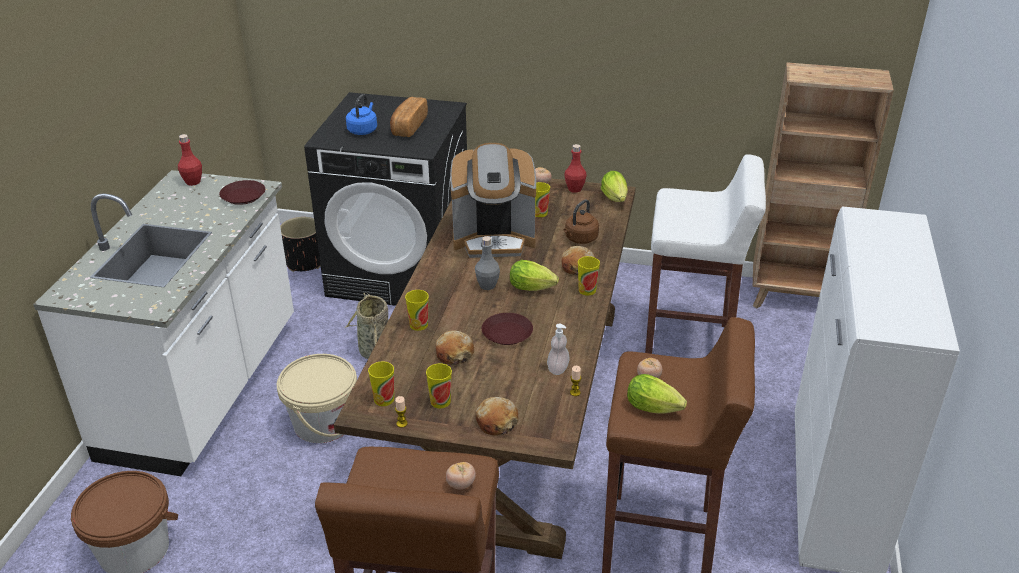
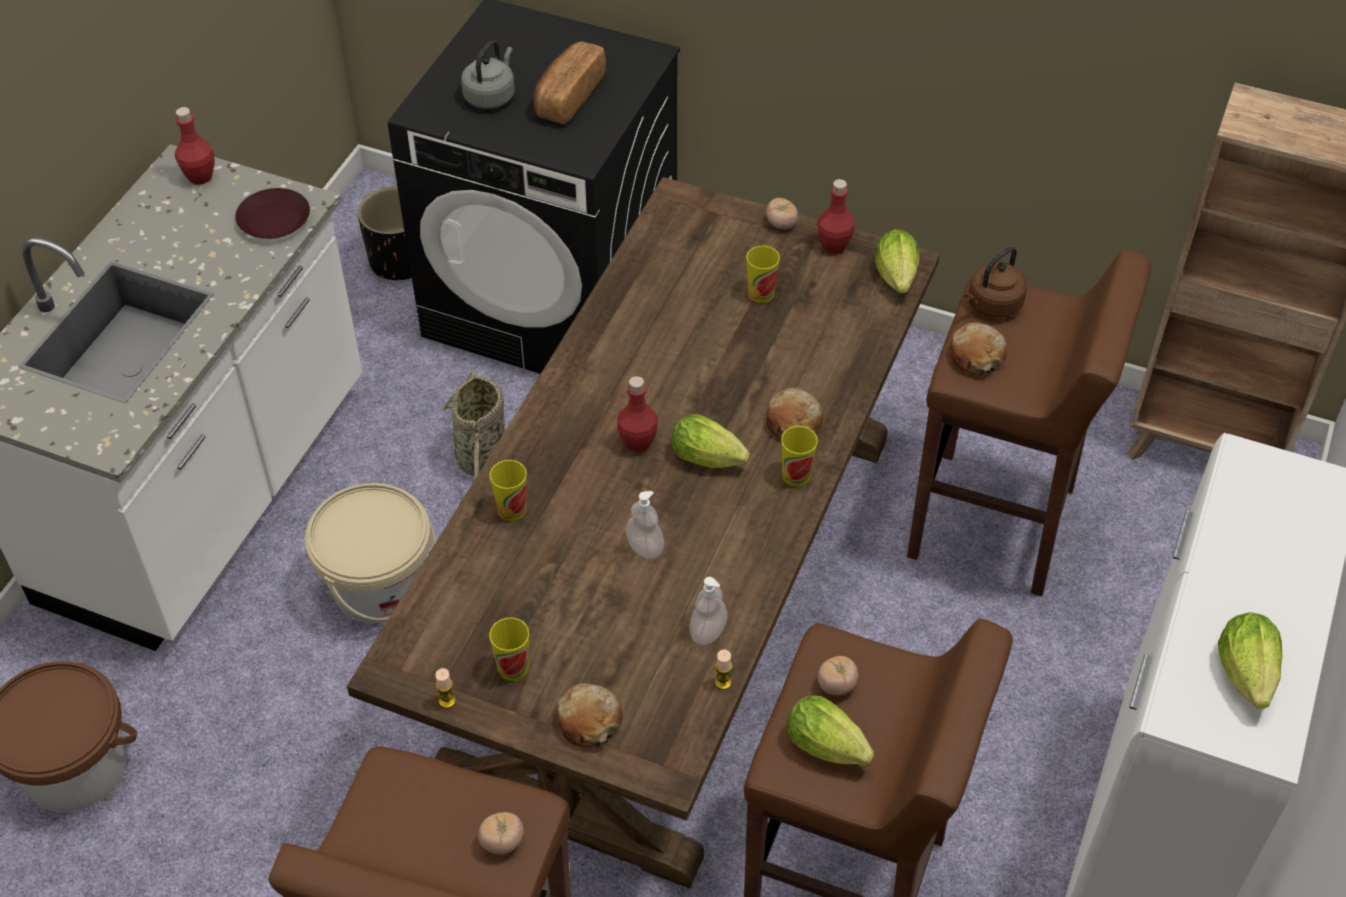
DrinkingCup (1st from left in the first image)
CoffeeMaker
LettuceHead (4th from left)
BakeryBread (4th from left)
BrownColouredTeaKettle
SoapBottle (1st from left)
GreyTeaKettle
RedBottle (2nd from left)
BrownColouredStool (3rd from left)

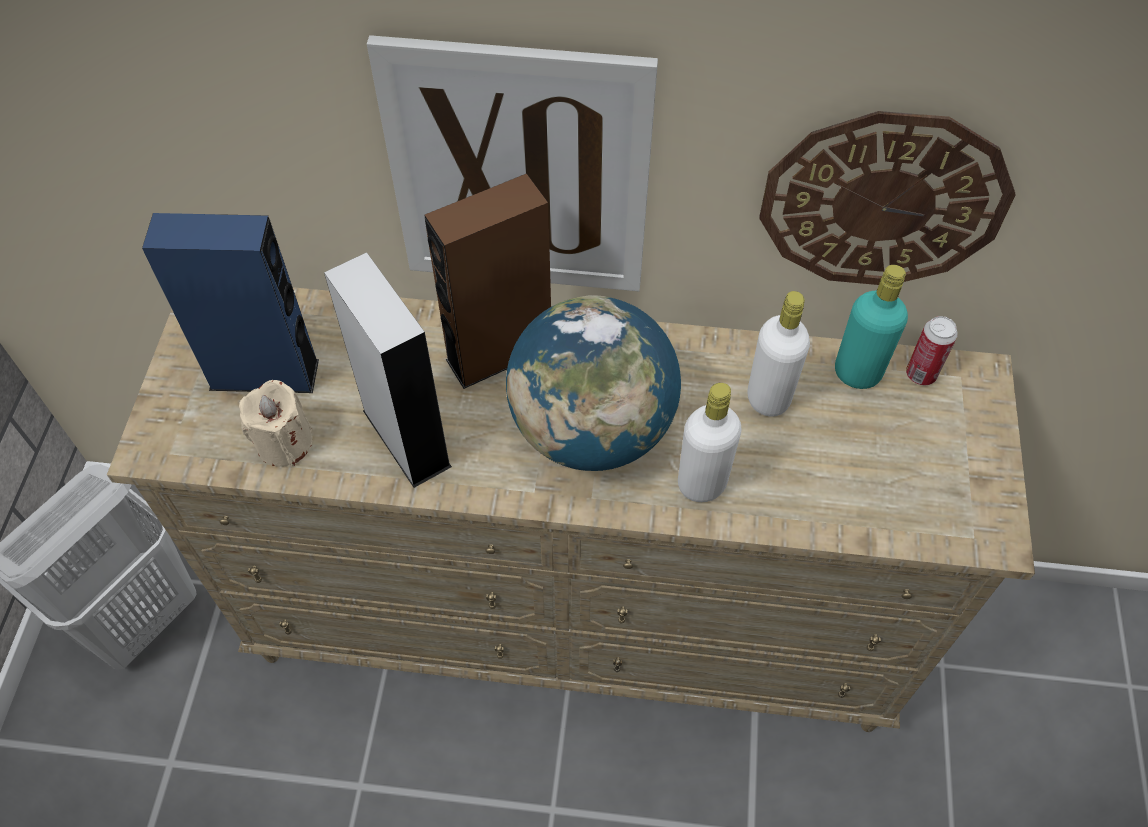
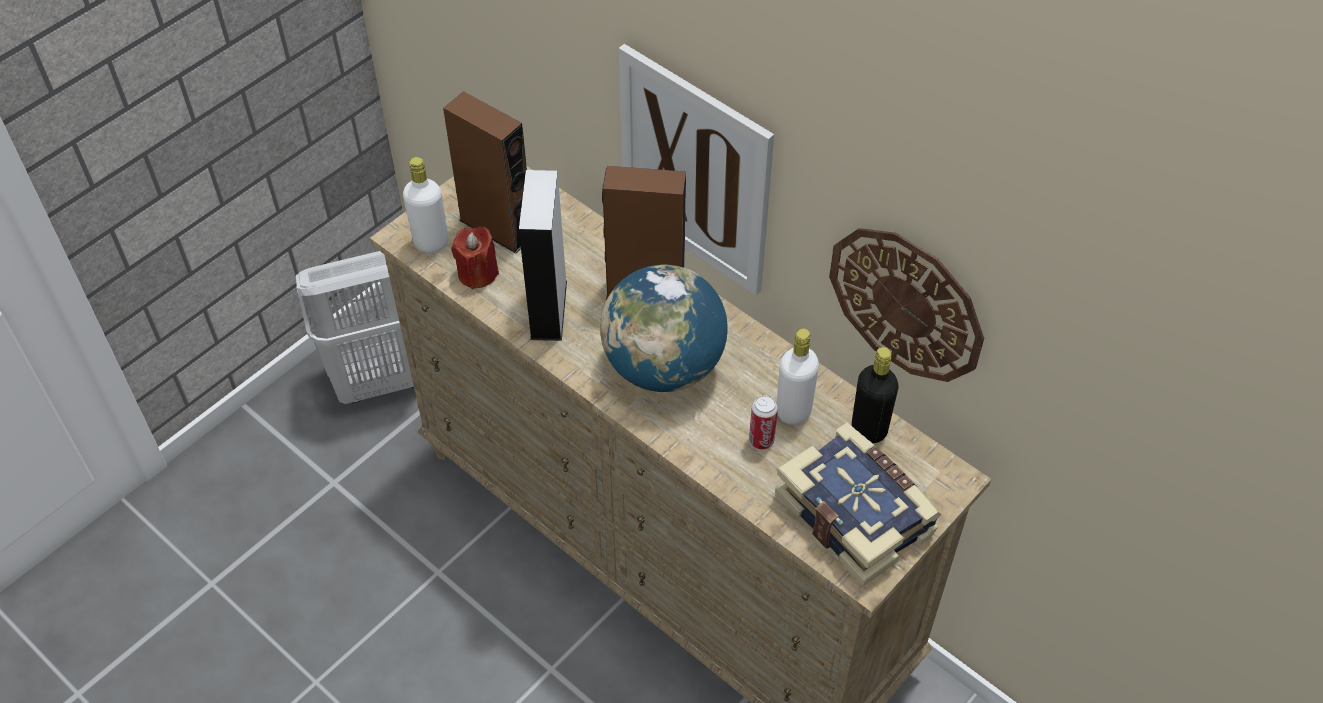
Book
WhitishBottle (1st from left)
MetalCan
BrownColouredSpeaker (1st from left)
RedCandle
BlackishBottle

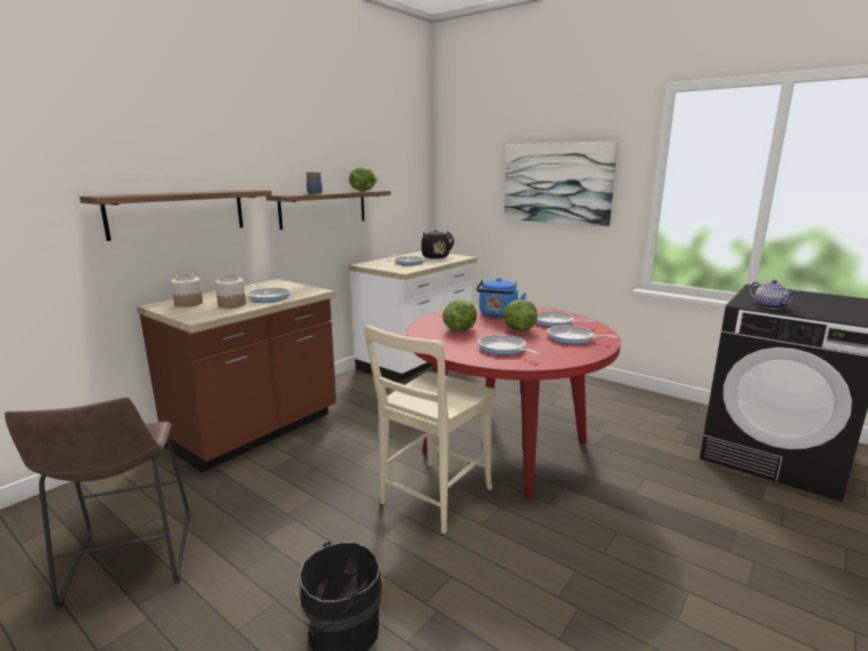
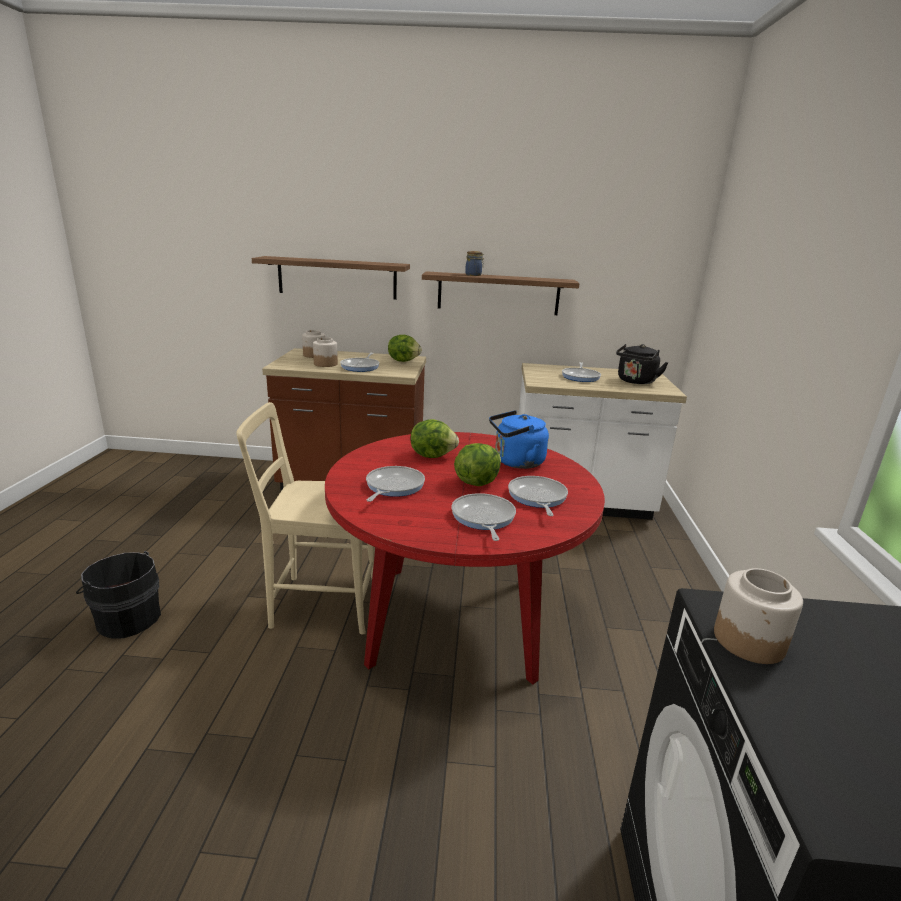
BrownColouredStool
Picture
LettuceHead (1st from left)
PreserveJar (4th from left)

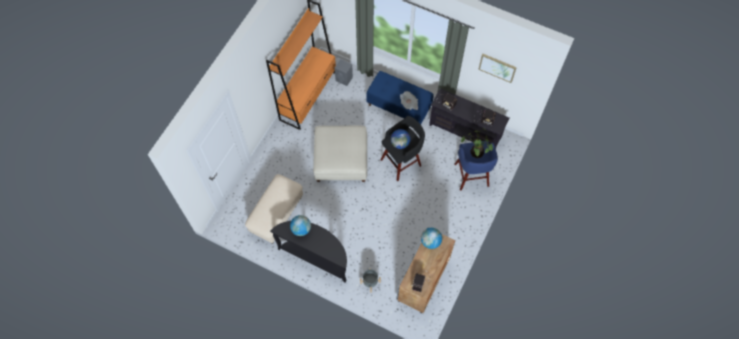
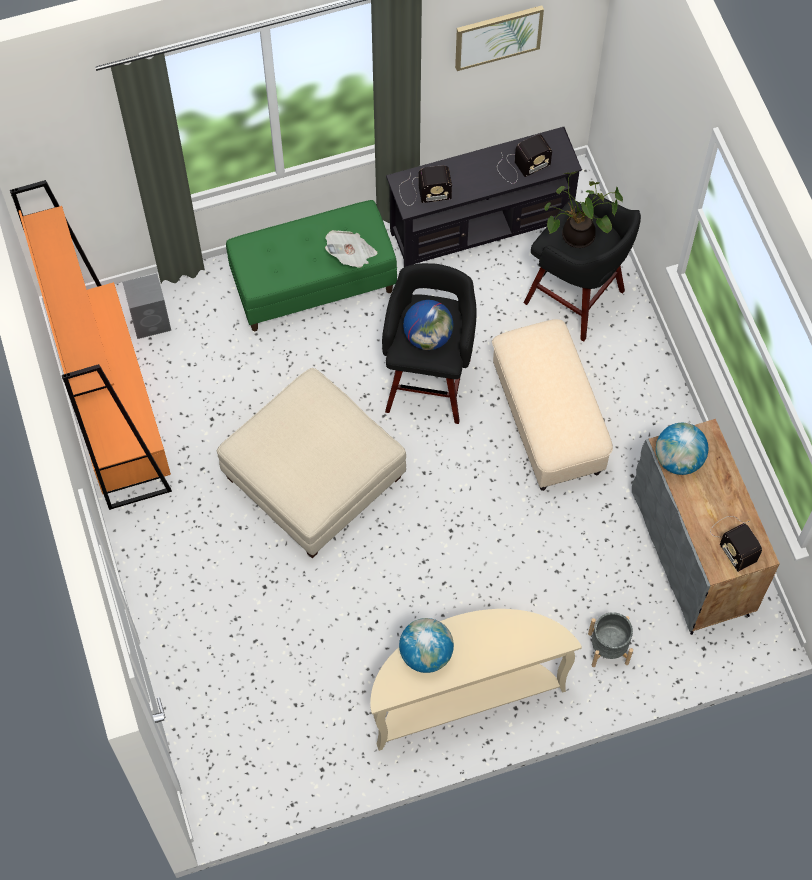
SandColouredFootrest (2nd from left)
SandColouredNarrowTable
GreenColouredLongSeat
BlackishStool (2nd from left)

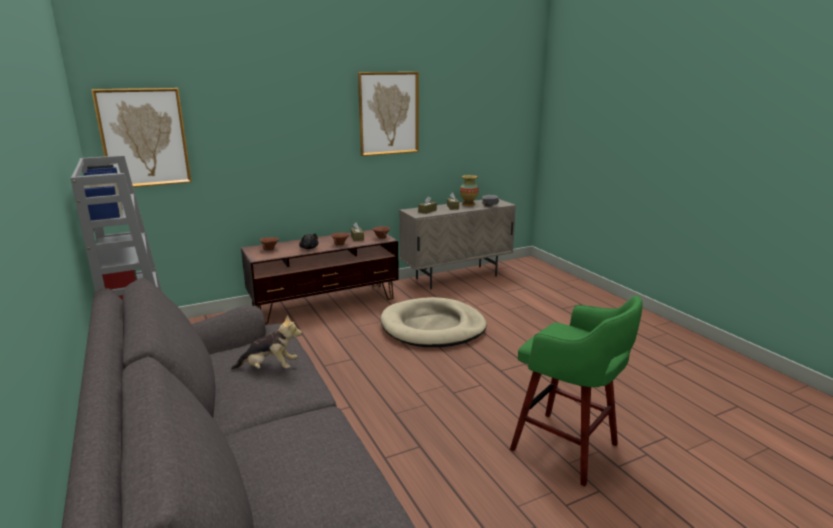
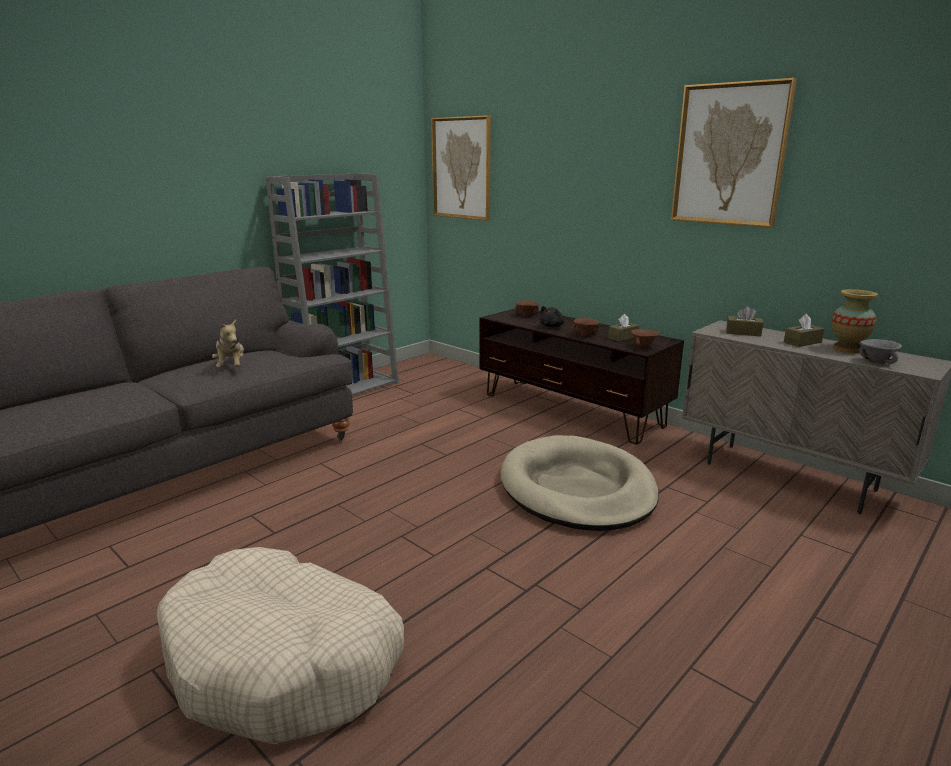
SandColouredDogBed (1st from left)

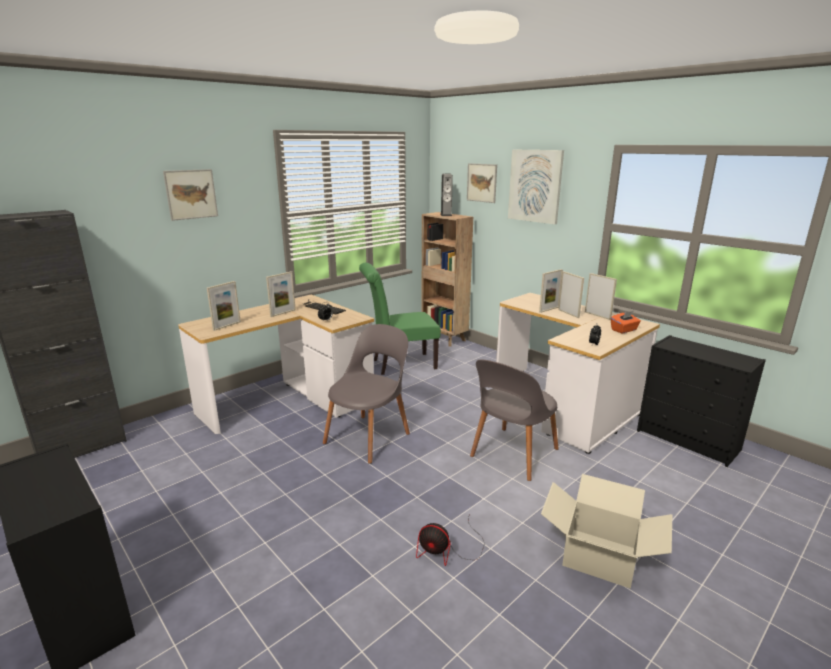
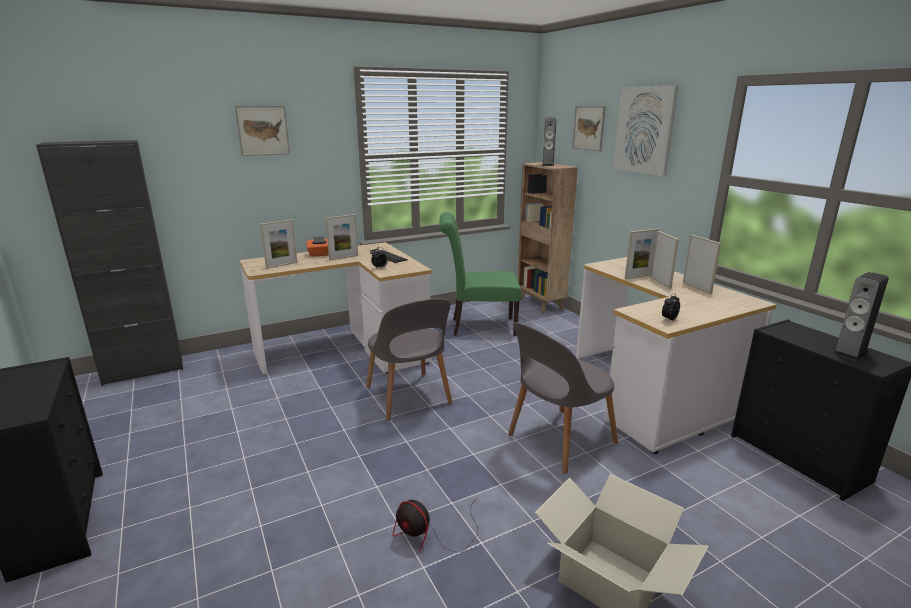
Speaker (2nd from left)
OrangeyBoxOfTissues
GreyChair (1st from left)

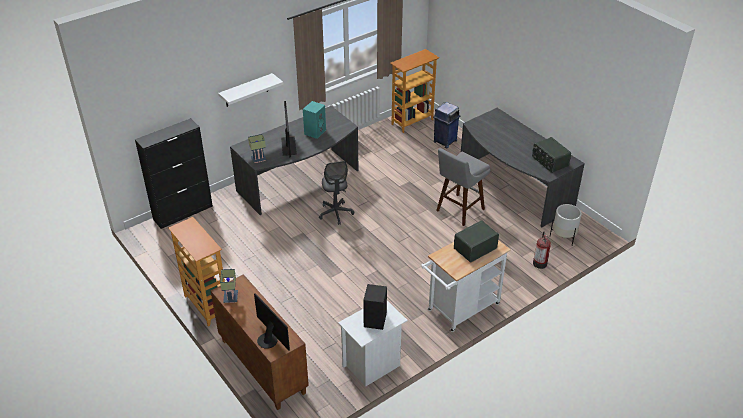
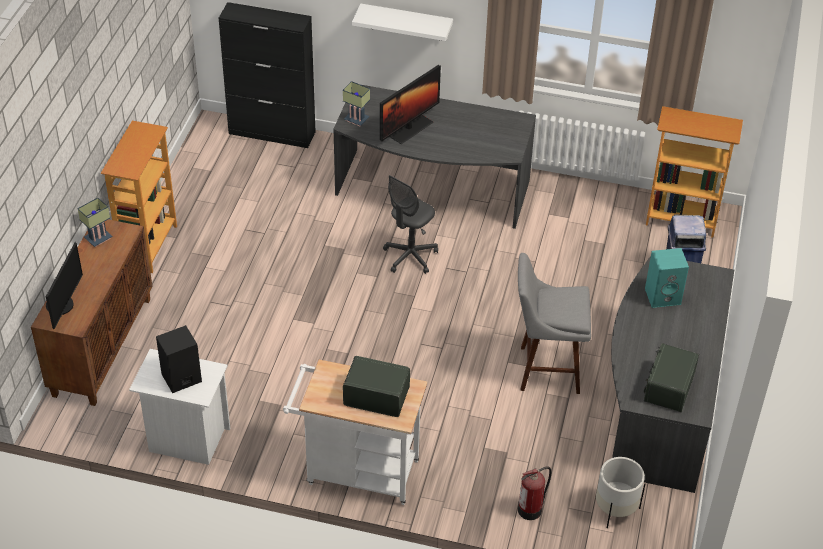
BlueGreenSpeaker

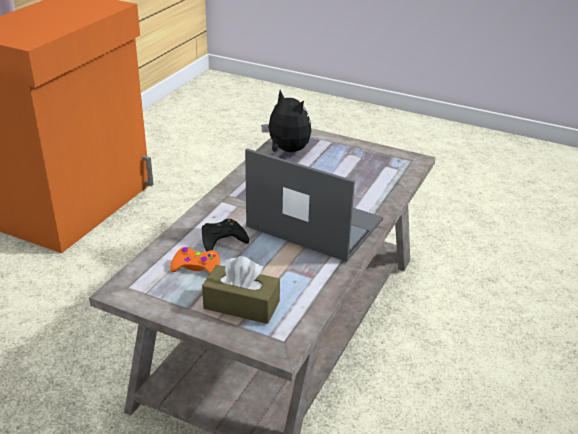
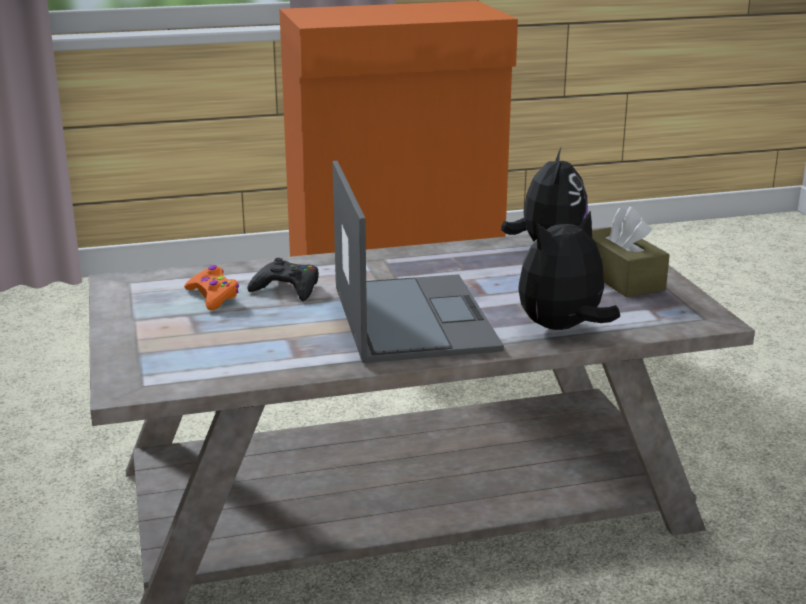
SoftToy (2nd from left)
BrownColouredBoxOfTissues

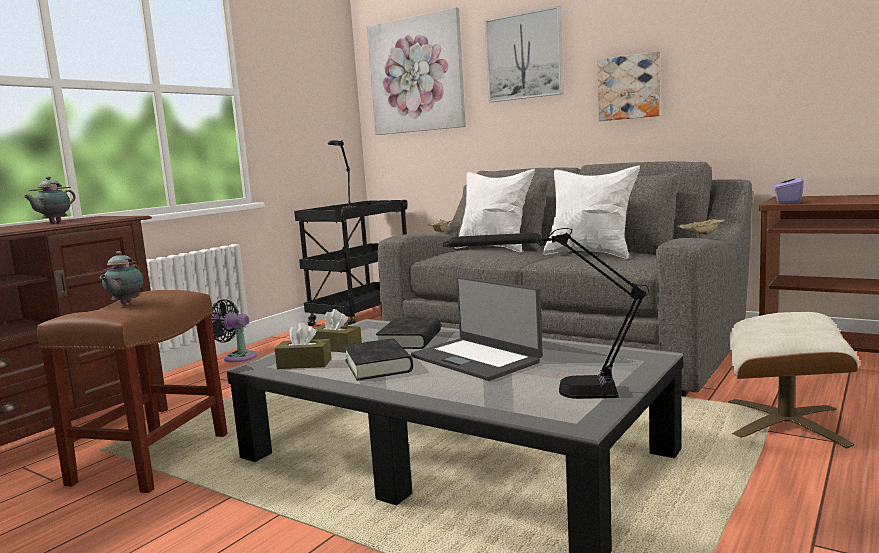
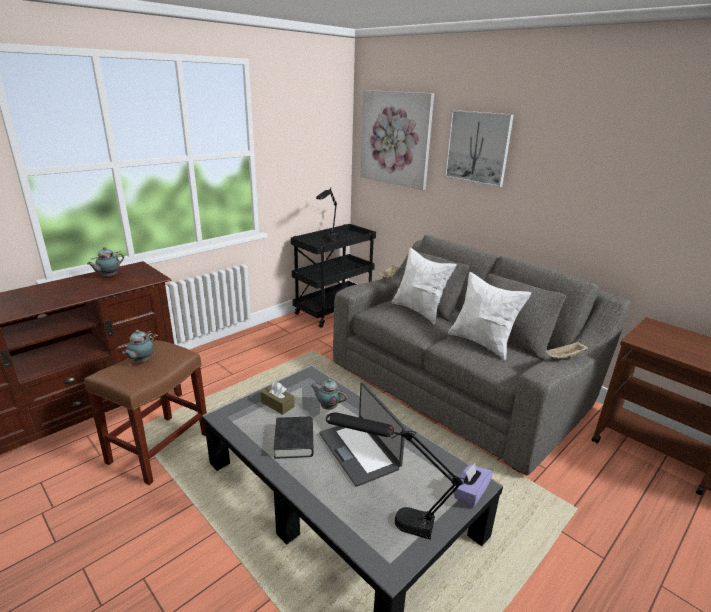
BlackishElectricFan
BrownColouredBoxOfTissues (1st from left in the first image)
Picture (3rd from left in the first image)
SandColouredFootrest
PurpleColouredBoxOfTissues
PotForTea (3rd from left)

